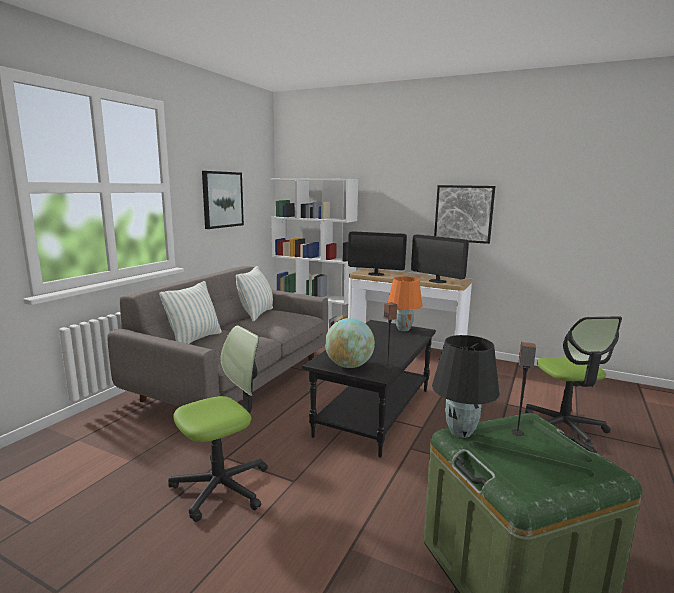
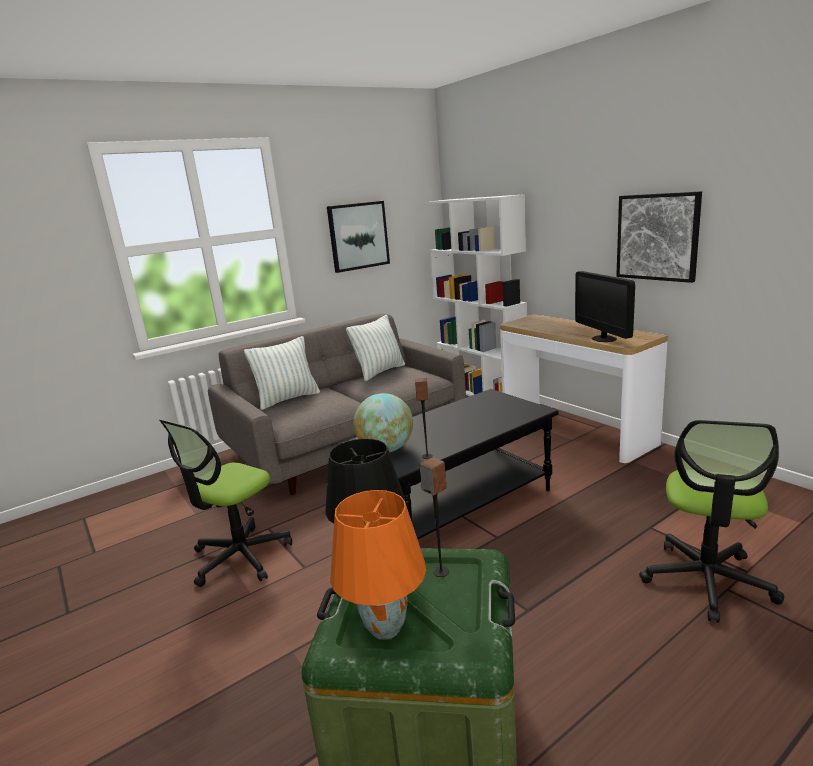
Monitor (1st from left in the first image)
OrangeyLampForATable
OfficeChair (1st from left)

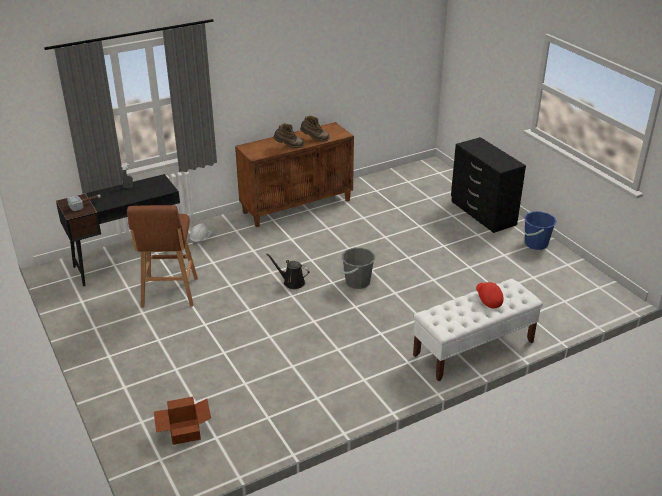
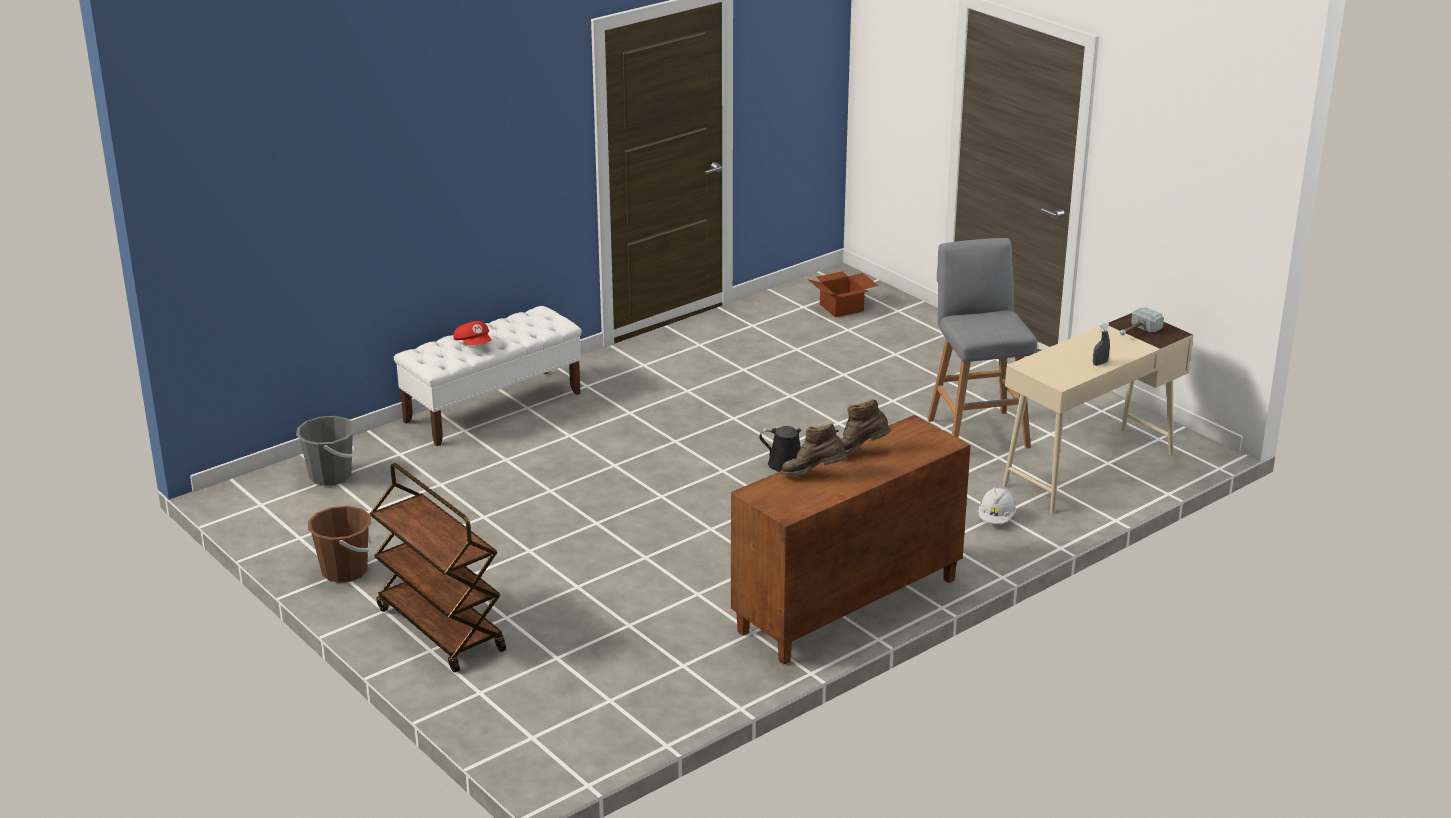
GreyWaterBucket
BrownColouredTrolley
SandColouredDeskUnit
GreyStool
BrownColouredWaterBucket

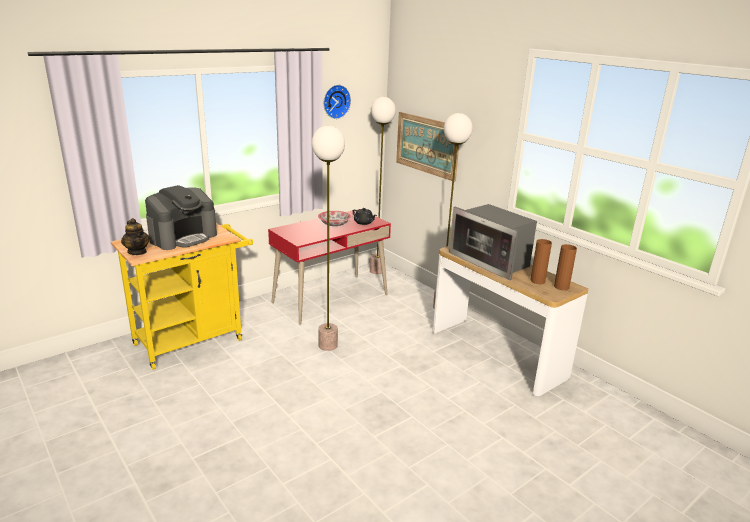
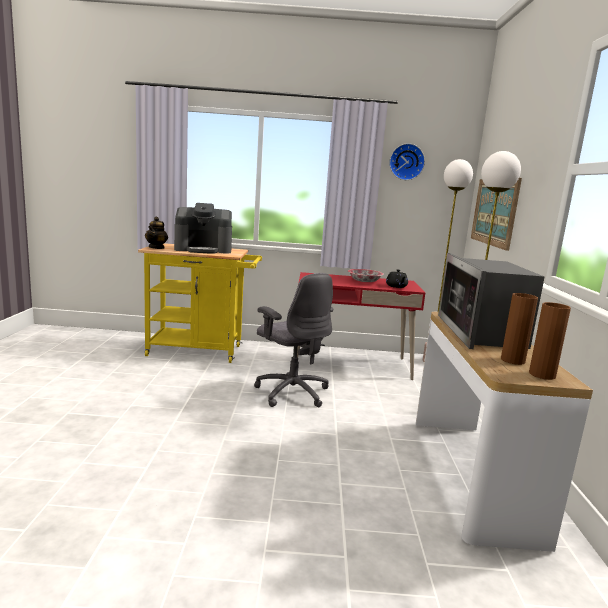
GreyOfficeChair

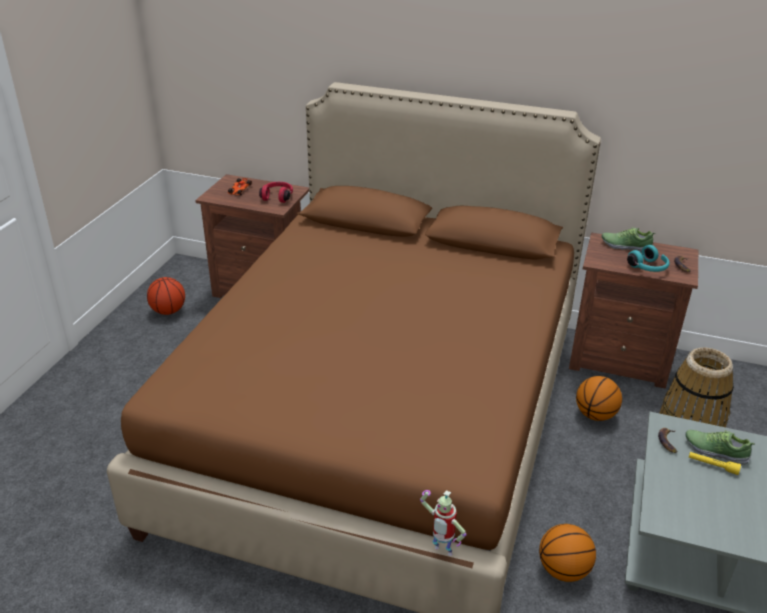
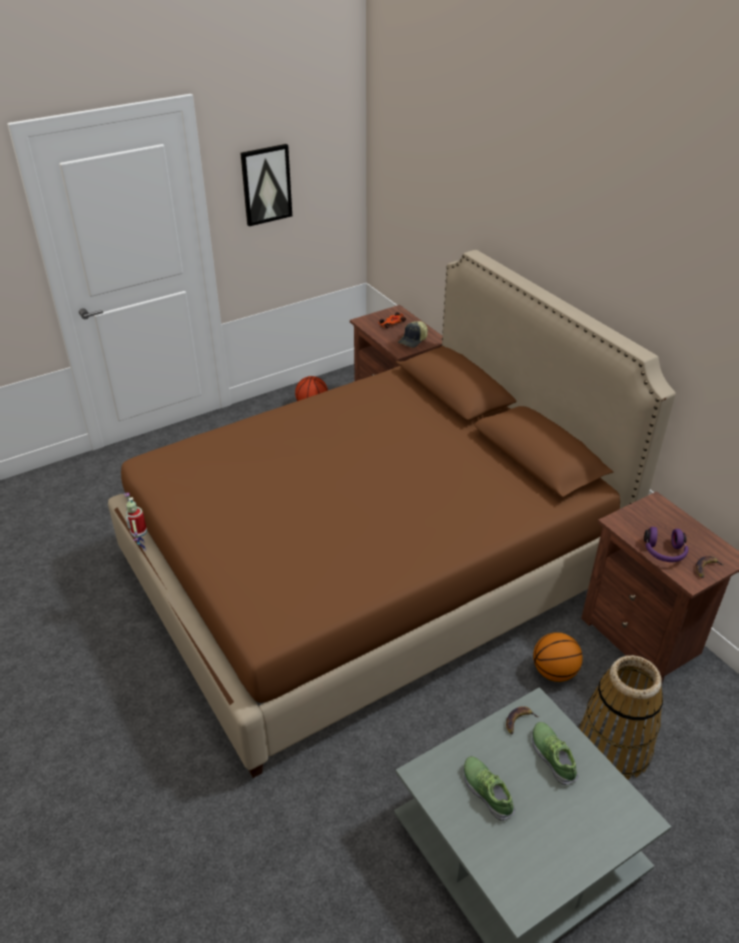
BasketballBall (2nd from left in the first image)
YellowTorch
Picture
ToyRobot
ItemOfFootwear (1st from left)
PeakedCap
PurpleColouredPairOfHeadphones

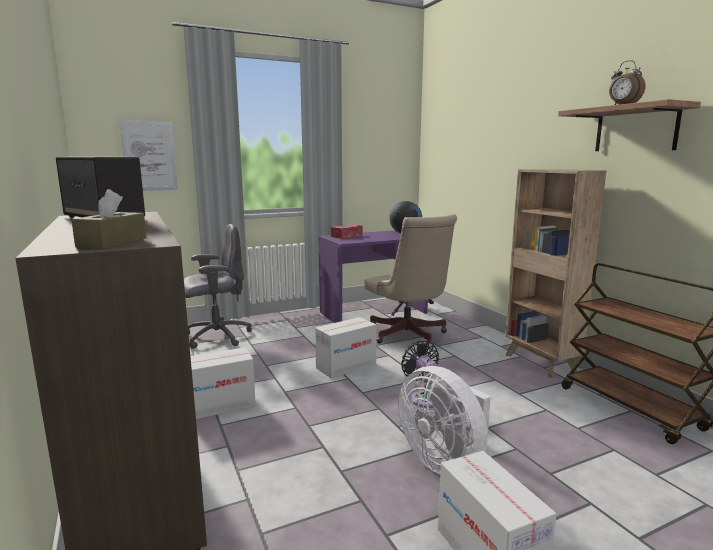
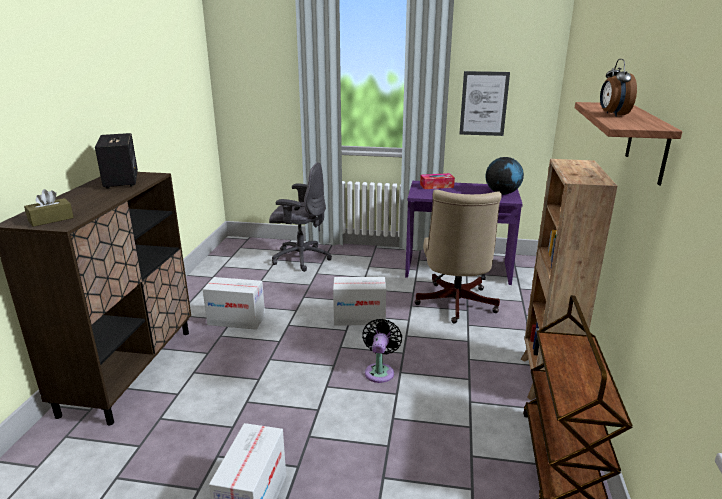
WhitishElectricFan
Picture

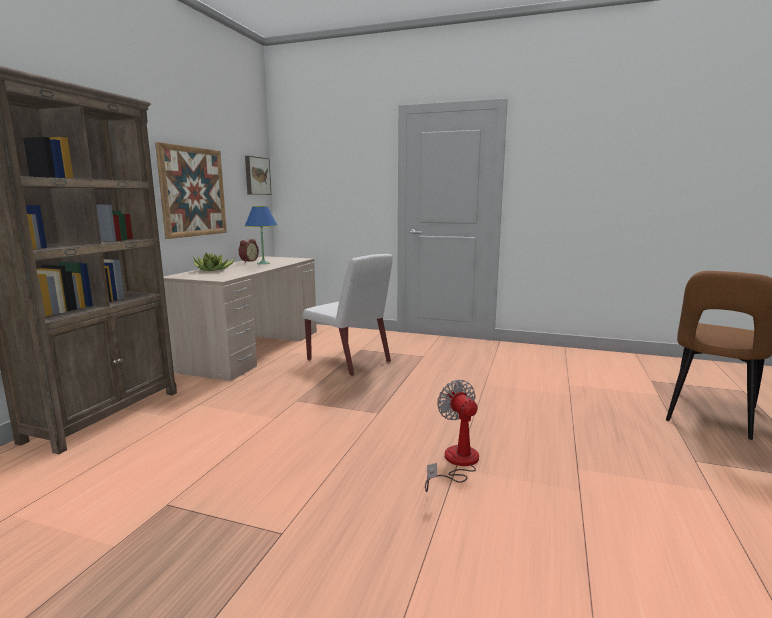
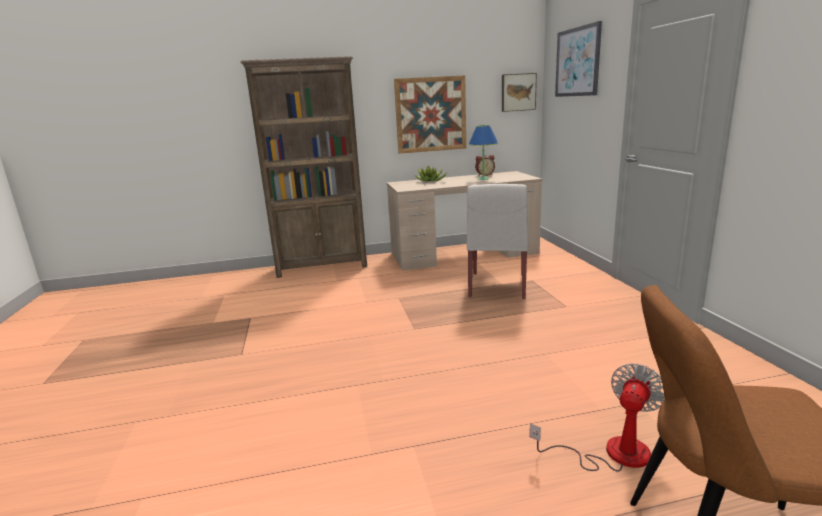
Picture (3rd from left)
ElectricFan

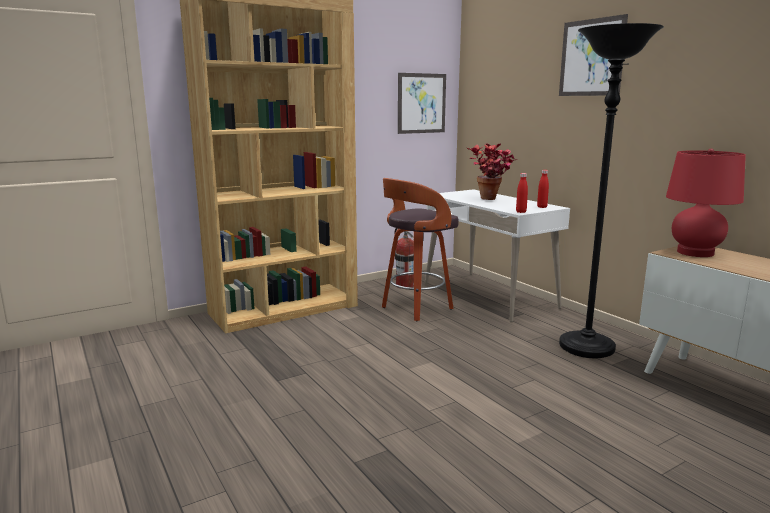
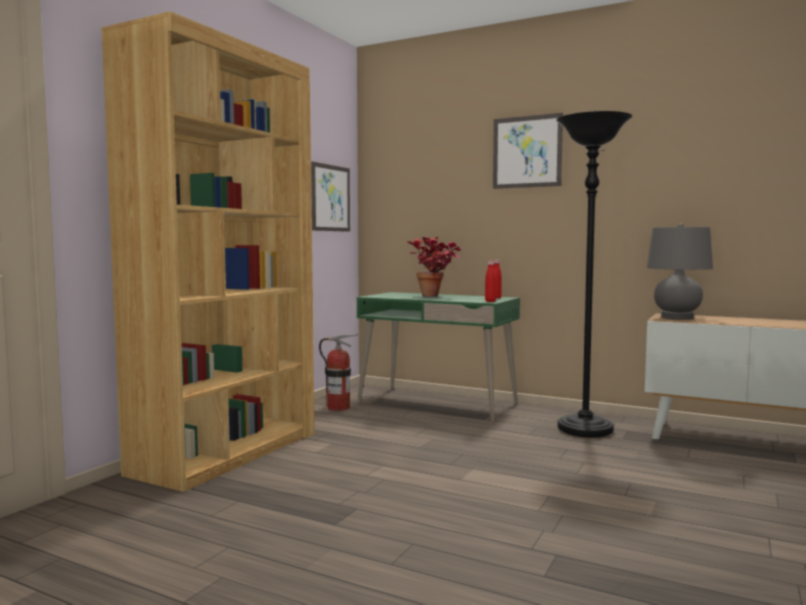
Stool
GreenColouredDeskUnit
GreyLampForATable

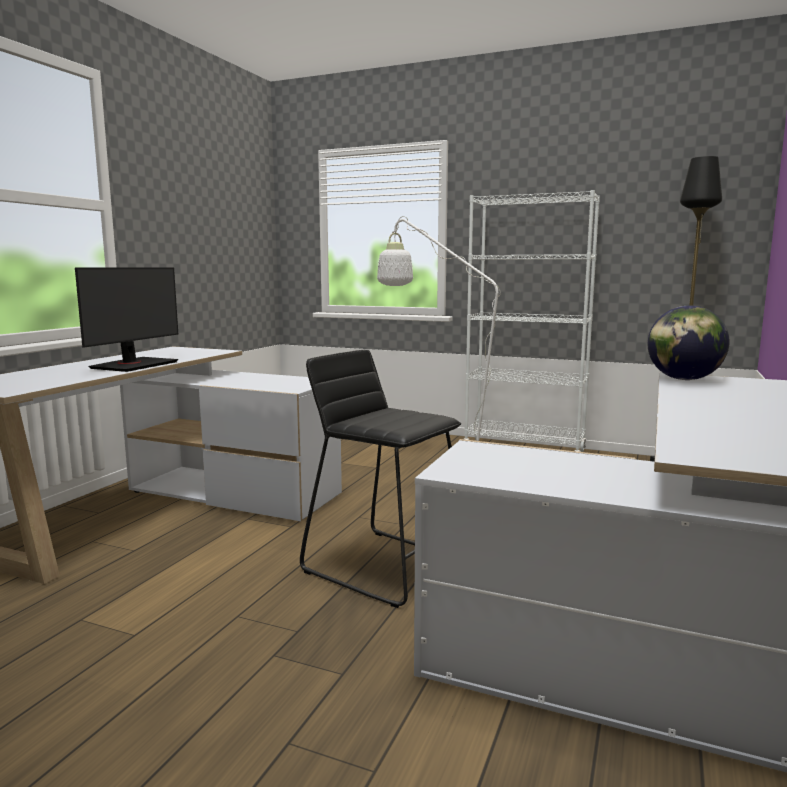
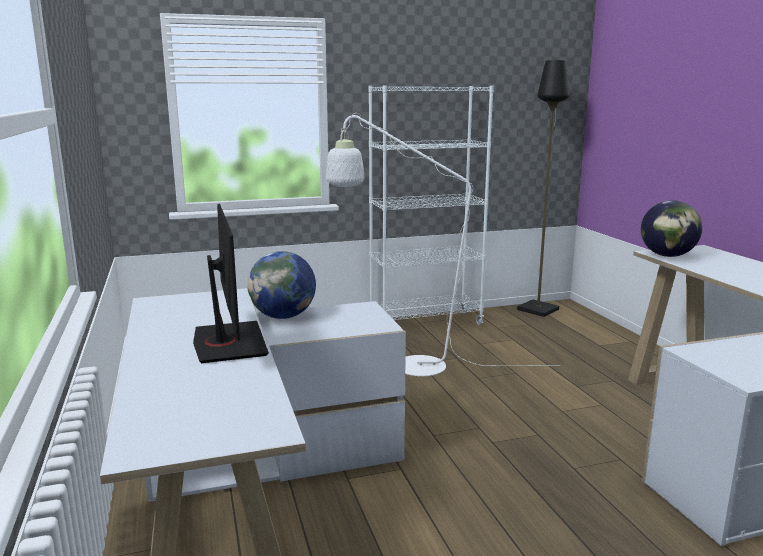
BlackishStool
Globe (1st from left)

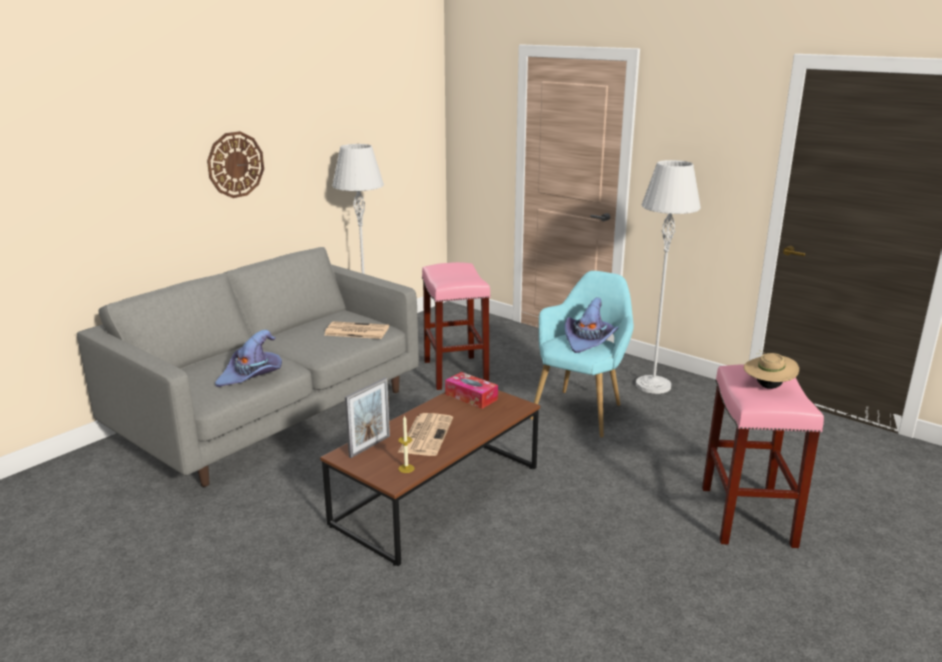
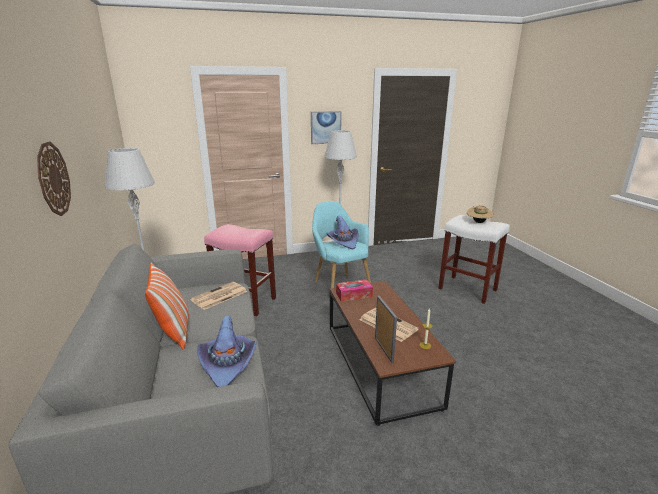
Cushion
Picture
WhitishStool

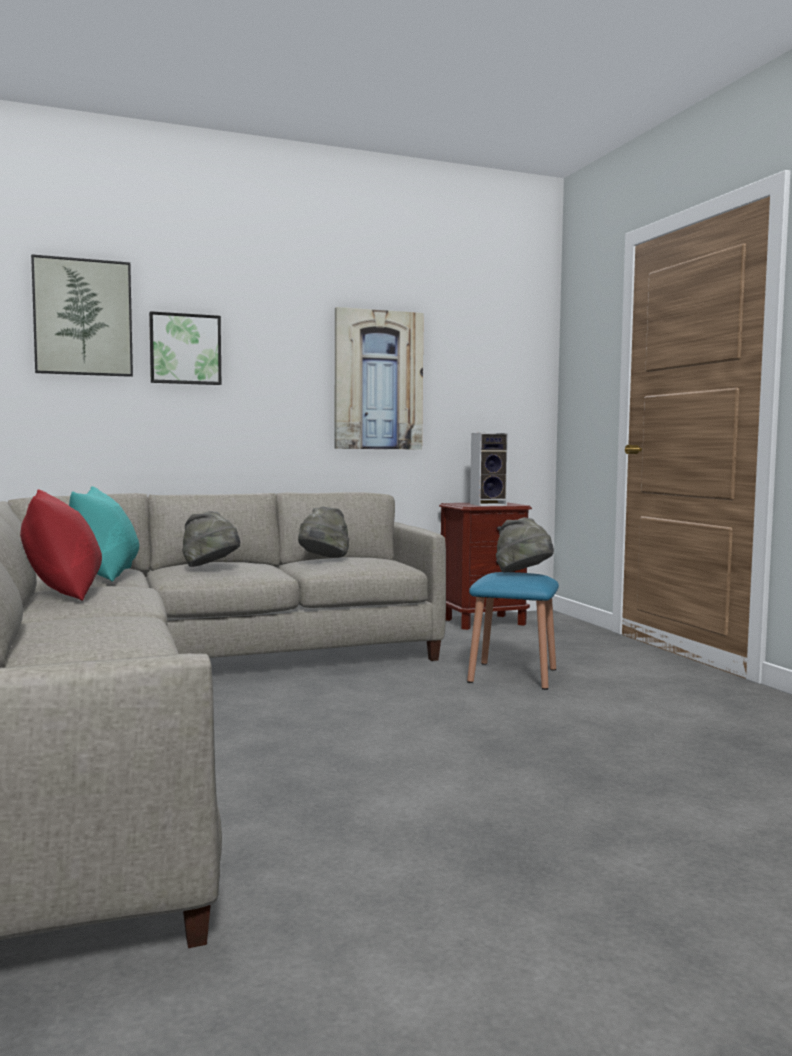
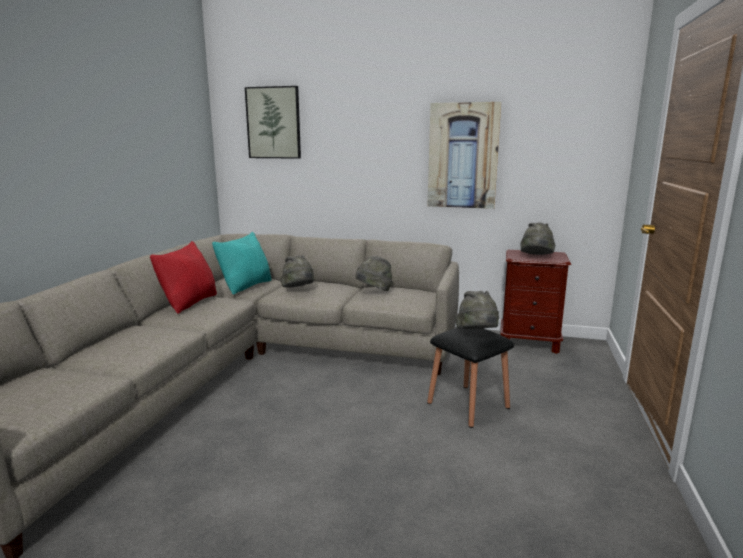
Picture (2nd from left in the first image)
GreyClothingHat (4th from left)
BlackishStool

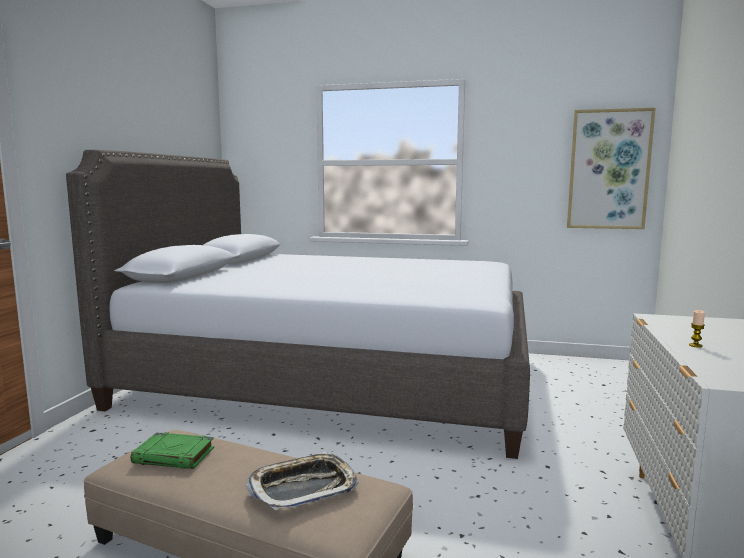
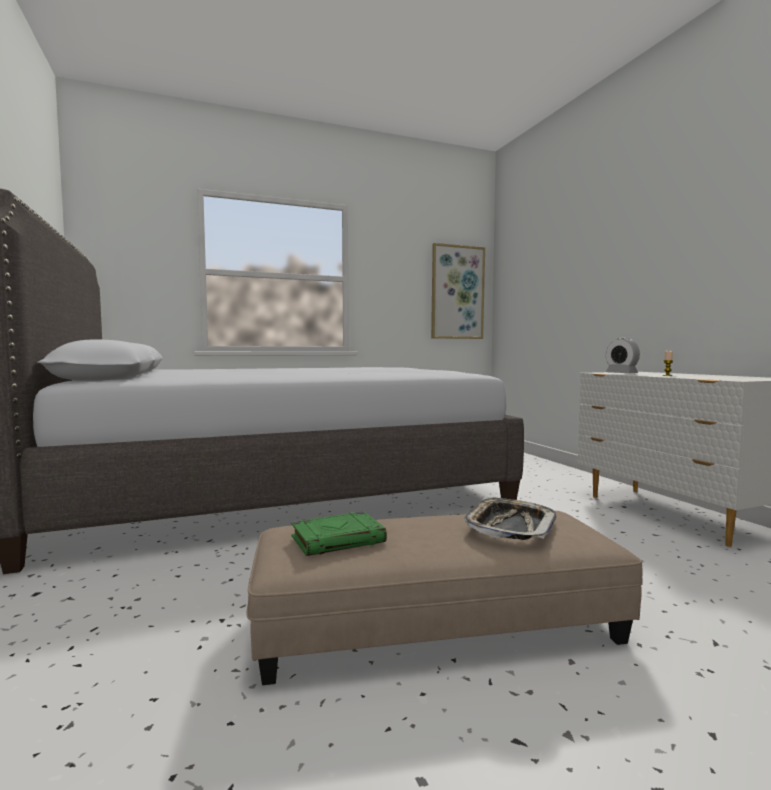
TableClock

